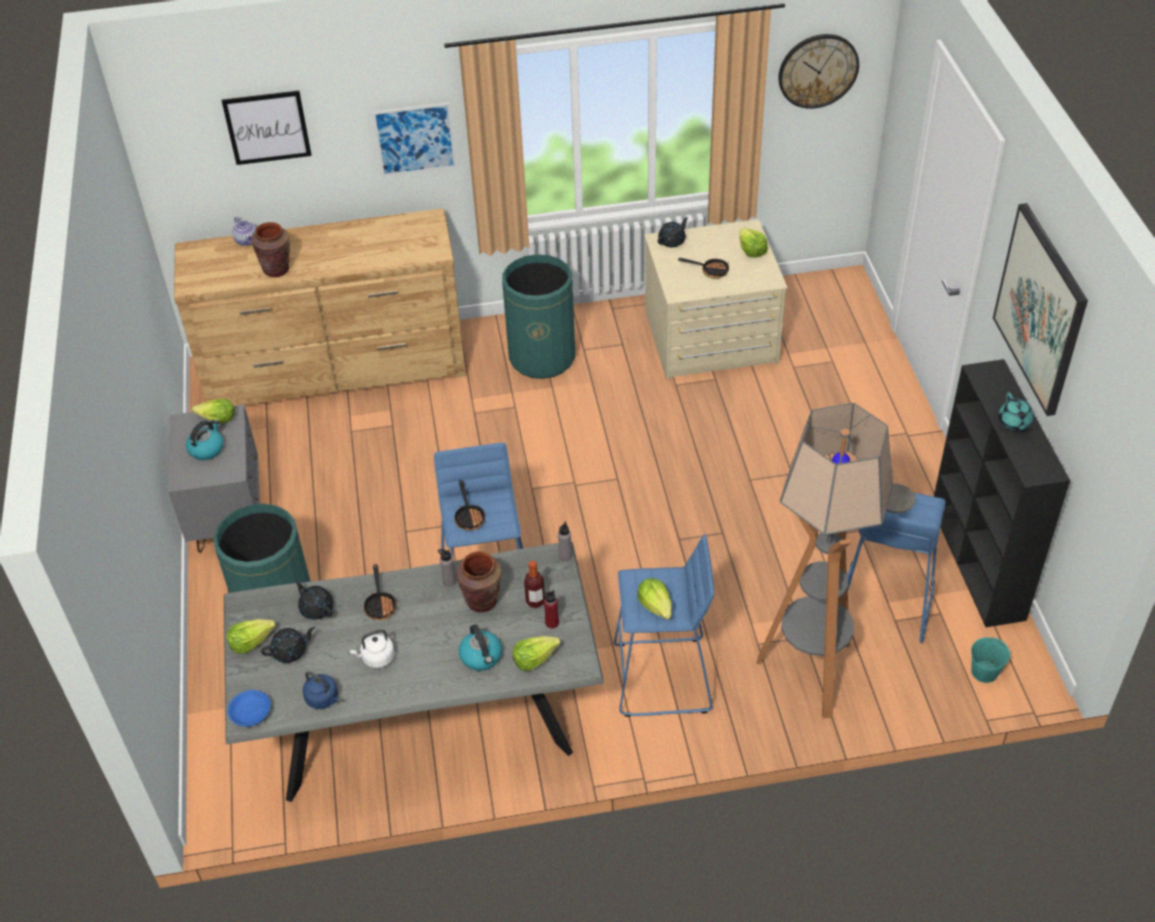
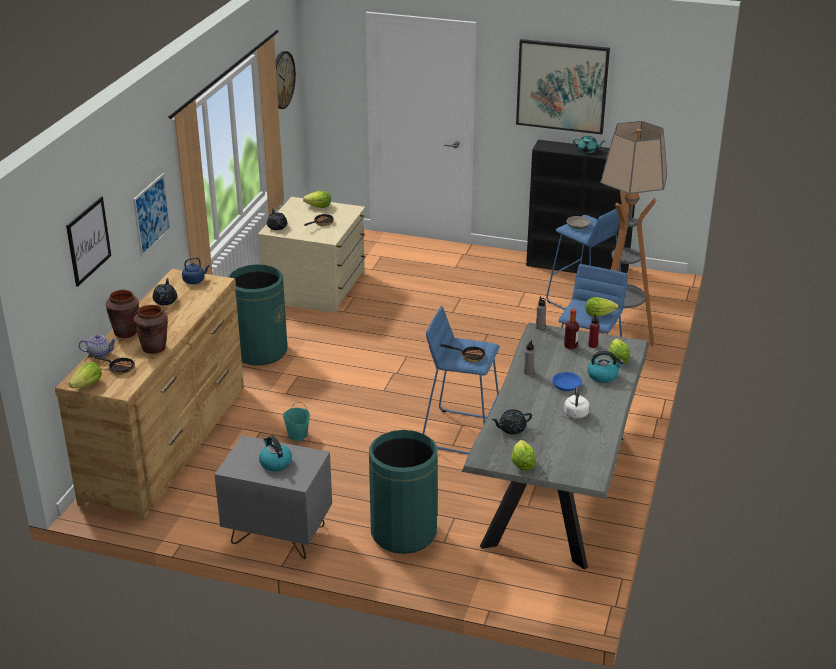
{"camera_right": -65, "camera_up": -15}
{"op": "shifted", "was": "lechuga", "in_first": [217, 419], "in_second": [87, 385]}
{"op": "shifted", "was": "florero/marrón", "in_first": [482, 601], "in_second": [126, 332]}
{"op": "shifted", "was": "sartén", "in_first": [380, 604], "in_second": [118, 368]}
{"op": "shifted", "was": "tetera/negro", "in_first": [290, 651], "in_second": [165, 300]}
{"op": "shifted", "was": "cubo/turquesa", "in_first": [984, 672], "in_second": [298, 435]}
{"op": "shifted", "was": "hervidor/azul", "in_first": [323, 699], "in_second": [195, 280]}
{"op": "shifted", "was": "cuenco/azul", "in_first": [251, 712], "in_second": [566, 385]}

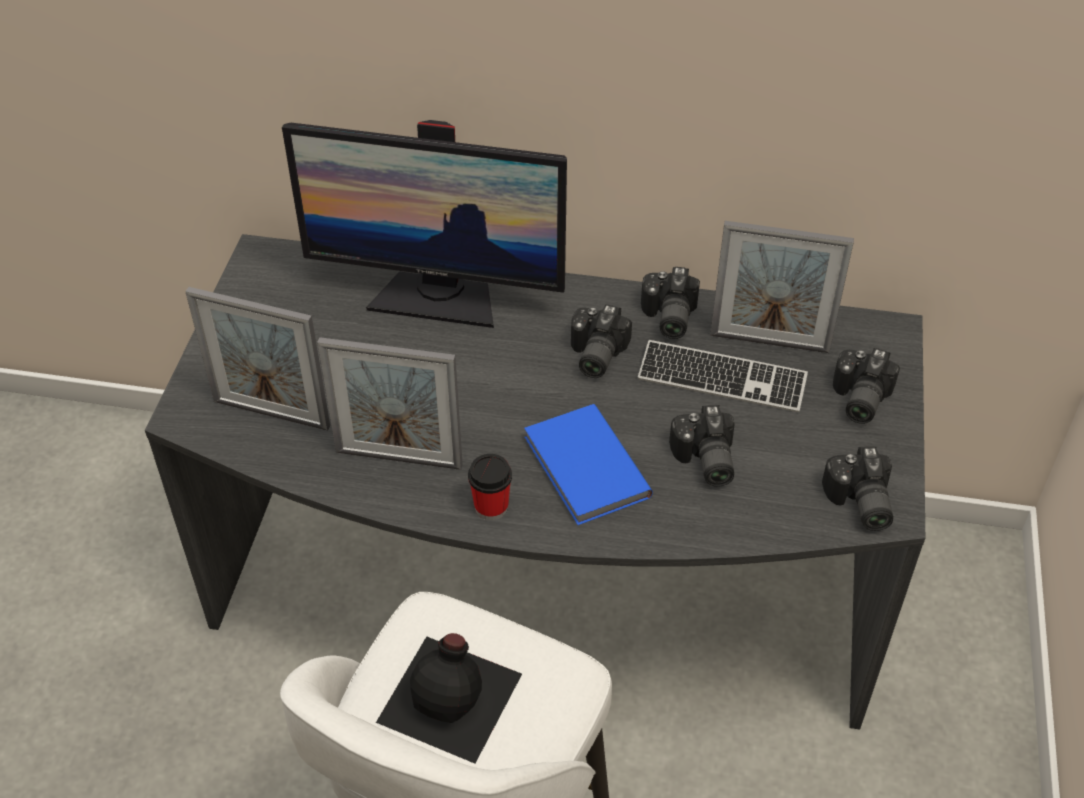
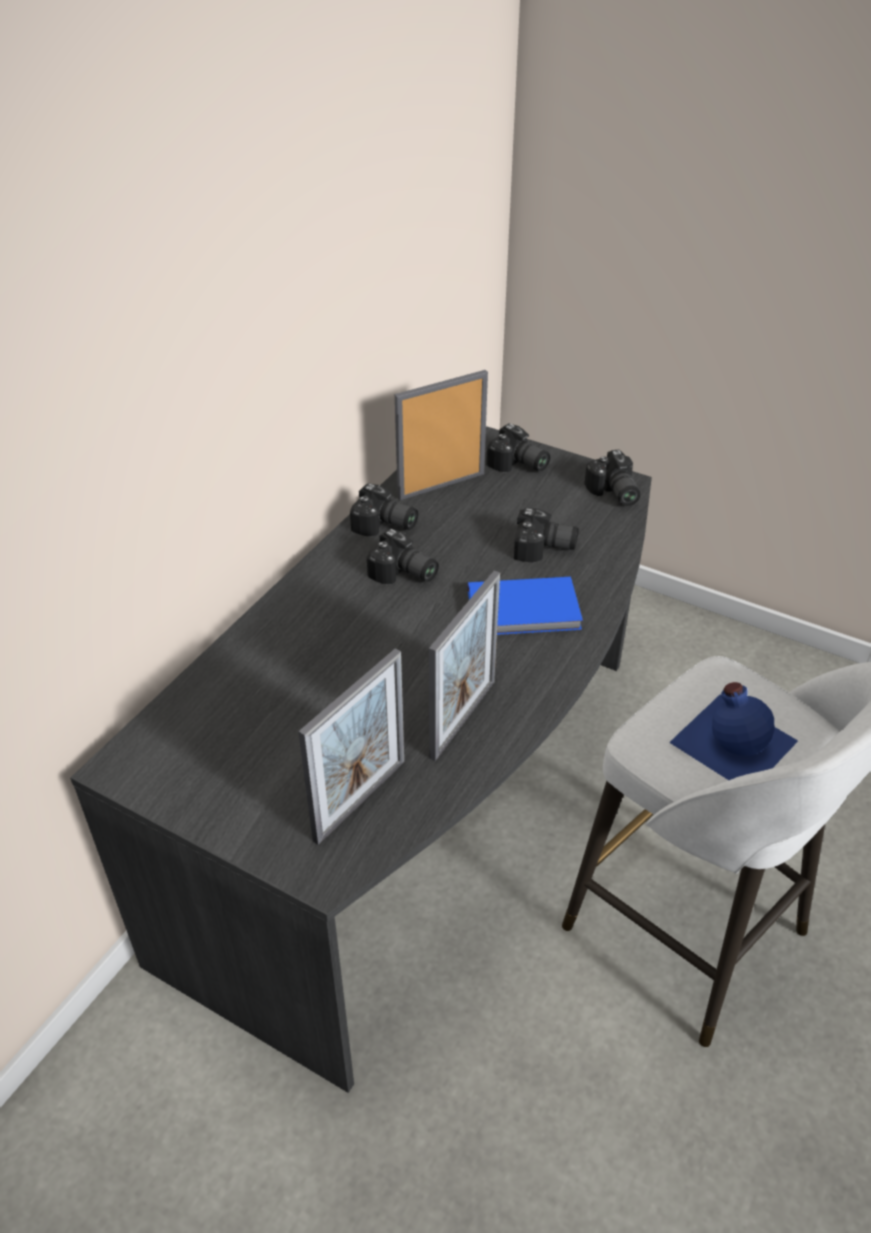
{"camera_right": -70, "camera_up": -5}
{"op": "gone", "was": "monitor", "in_first": [437, 296]}
{"op": "rotated", "was": "portarretratos", "in_first": [769, 342], "in_second": [441, 485], "clockwise": -150}
{"op": "gone", "was": "teclado", "in_first": [721, 379]}
{"op": "rotated", "was": "cámara", "in_first": [858, 503], "in_second": [613, 493], "clockwise": 60}
{"op": "gone", "was": "taza", "in_first": [491, 507]}
{"op": "repainted", "was": "botella/negro", "now": "botella/azul", "in_first": [452, 696], "in_second": [733, 739]}

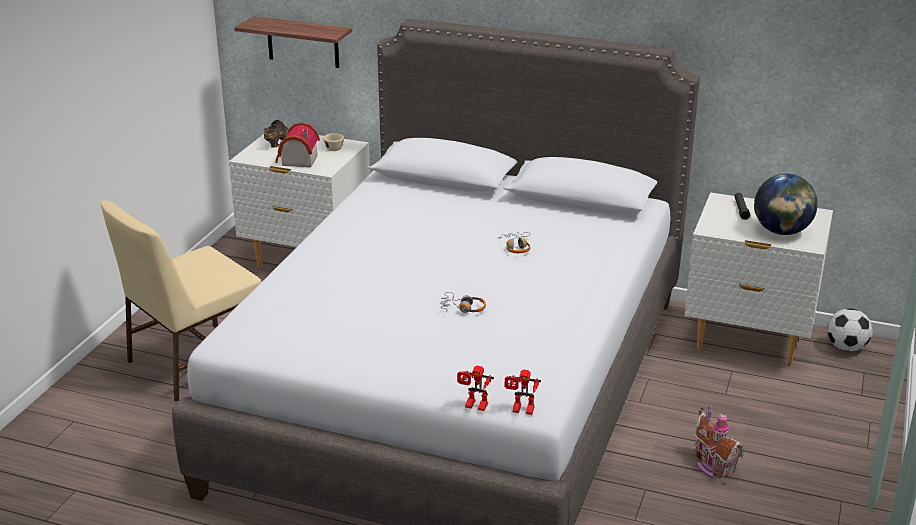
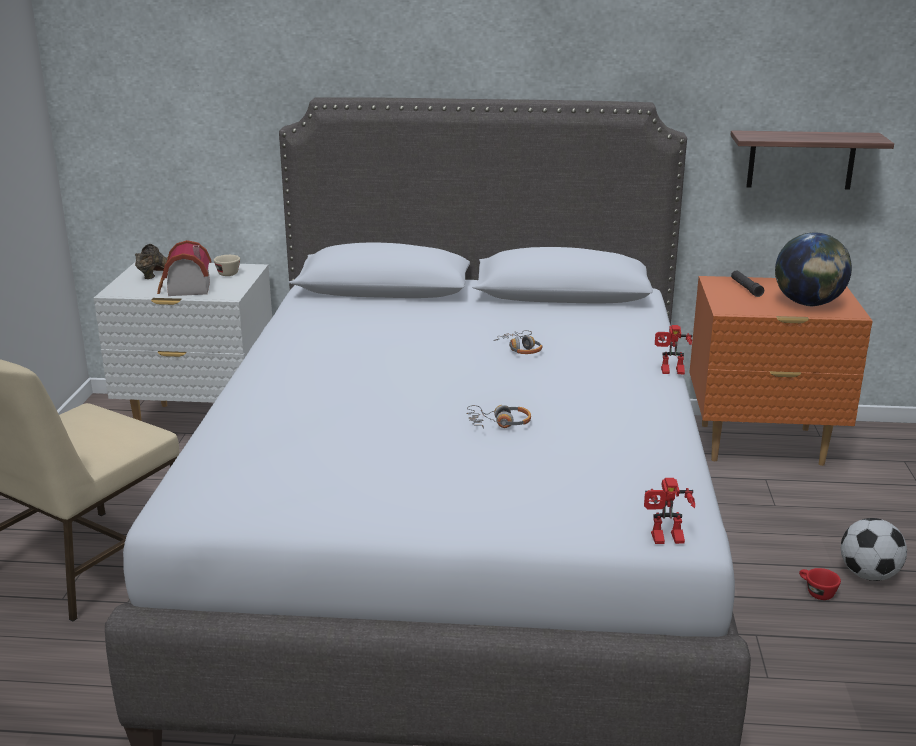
{"camera_right": -15, "camera_up": -5}
{"op": "shifted", "was": "estante", "in_first": [303, 42], "in_second": [801, 160]}
{"op": "repainted", "was": "mesita de noche/blanco", "now": "mesita de noche/naranja", "in_first": [748, 341], "in_second": [761, 445]}
{"op": "shifted", "was": "balón de fútbol", "in_first": [846, 347], "in_second": [868, 575]}
{"op": "shifted", "was": "robot de juguete", "in_first": [474, 406], "in_second": [671, 372]}
{"op": "swapped", "was": "casita", "now": "taza/rojo", "in_first": [712, 466], "in_second": [816, 592]}

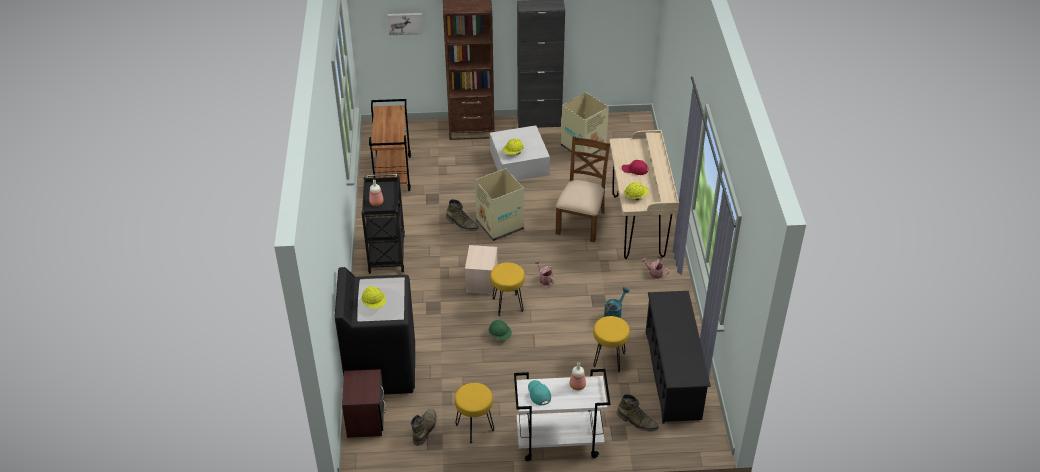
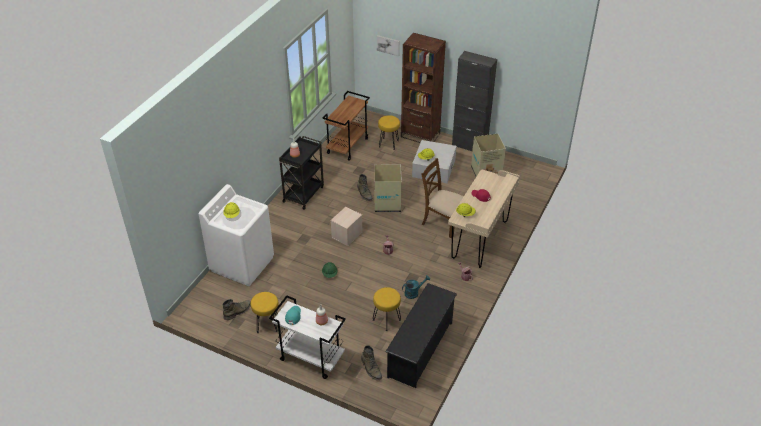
{"camera_right": 30, "camera_up": 0}
{"op": "rotated", "was": "silla/marrón", "in_first": [581, 222], "in_second": [443, 222], "clockwise": -105}
{"op": "shifted", "was": "taburete/amarillo", "in_first": [508, 304], "in_second": [389, 143]}
{"op": "repainted", "was": "lavadora/negro", "now": "lavadora/blanco", "in_first": [381, 369], "in_second": [242, 263]}
{"op": "gone", "was": "mesita de noche/marrón", "in_first": [365, 419]}

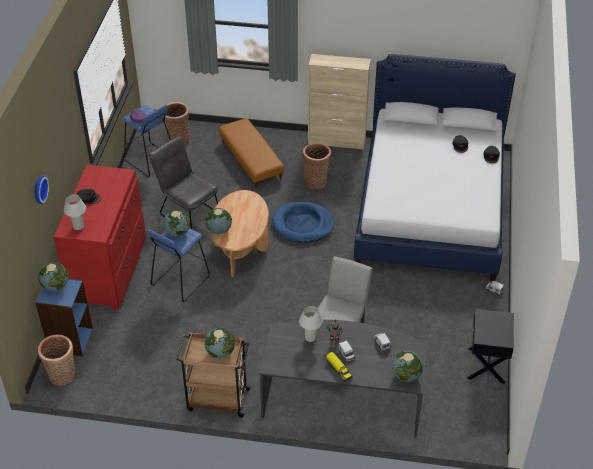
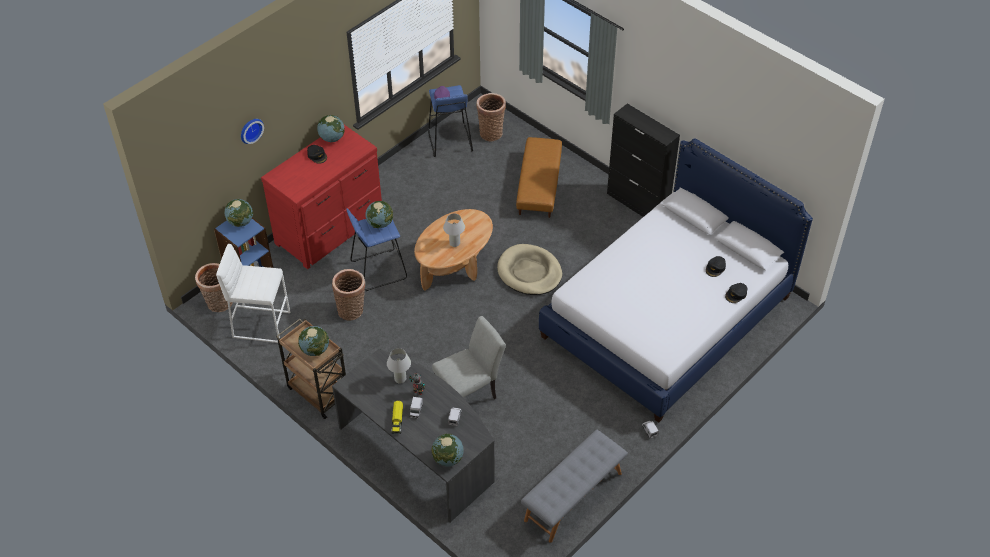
{"camera_right": 35, "camera_up": 5}
{"op": "repainted", "was": "armario/beis", "now": "armario/negro", "in_first": [337, 141], "in_second": [637, 204]}
{"op": "gone", "was": "silla/gris", "in_first": [187, 212]}
{"op": "shifted", "was": "cesta", "in_first": [316, 181], "in_second": [352, 310]}
{"op": "shifted", "was": "lámpara de mesa/blanco", "in_first": [78, 226], "in_second": [454, 243]}
{"op": "repainted", "was": "cama para perro/azul", "now": "cama para perro/beis", "in_first": [303, 224], "in_second": [529, 272]}
{"op": "shifted", "was": "globo terráqueo", "in_first": [219, 230], "in_second": [332, 138]}
{"op": "swapped", "was": "mesita de noche/negro", "now": "banco/gris", "in_first": [487, 365], "in_second": [573, 497]}
{"op": "new", "now": "taburete/blanco", "in_second": [261, 324]}

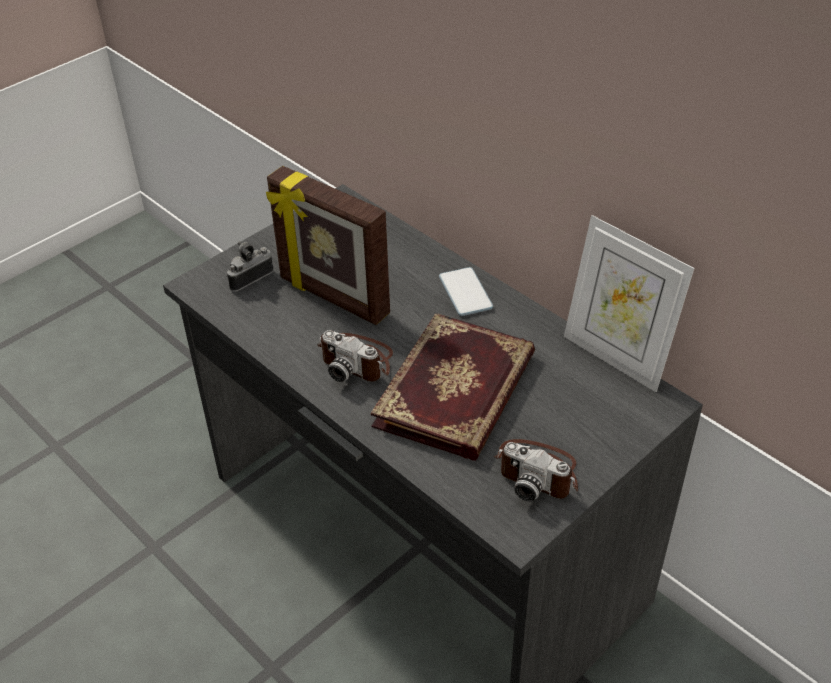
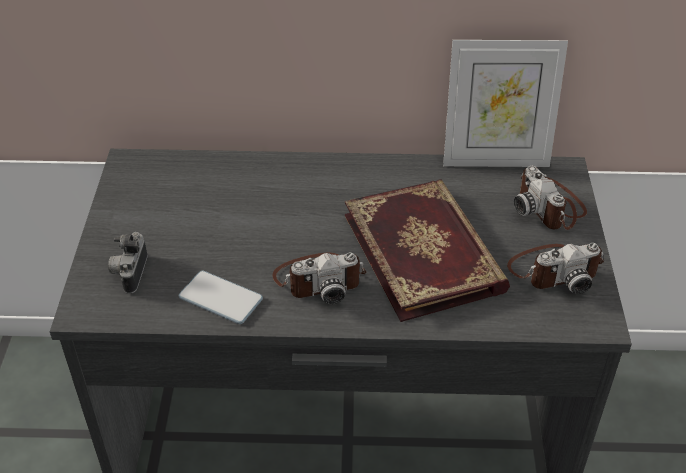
{"camera_right": -45, "camera_up": 0}
{"op": "gone", "was": "portarretratos", "in_first": [333, 297]}
{"op": "shifted", "was": "móvil", "in_first": [465, 293], "in_second": [220, 298]}
{"op": "new", "now": "cámara", "in_second": [550, 206]}

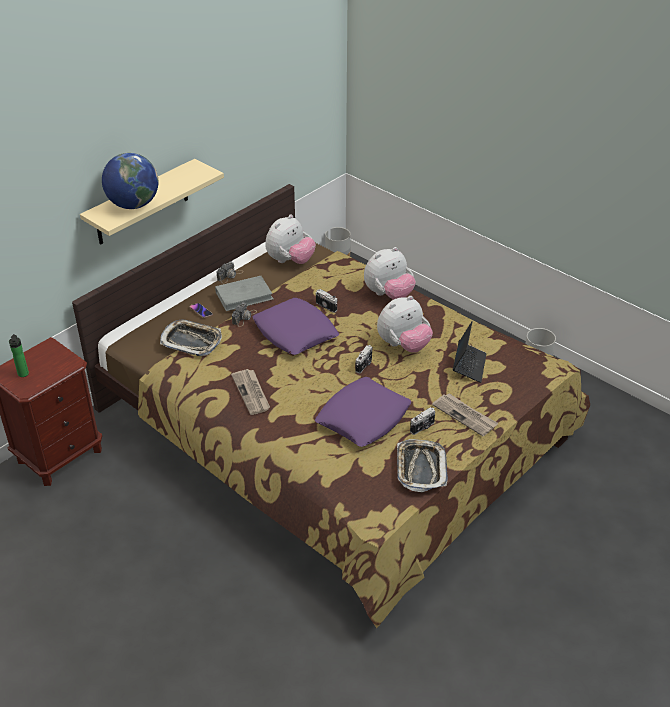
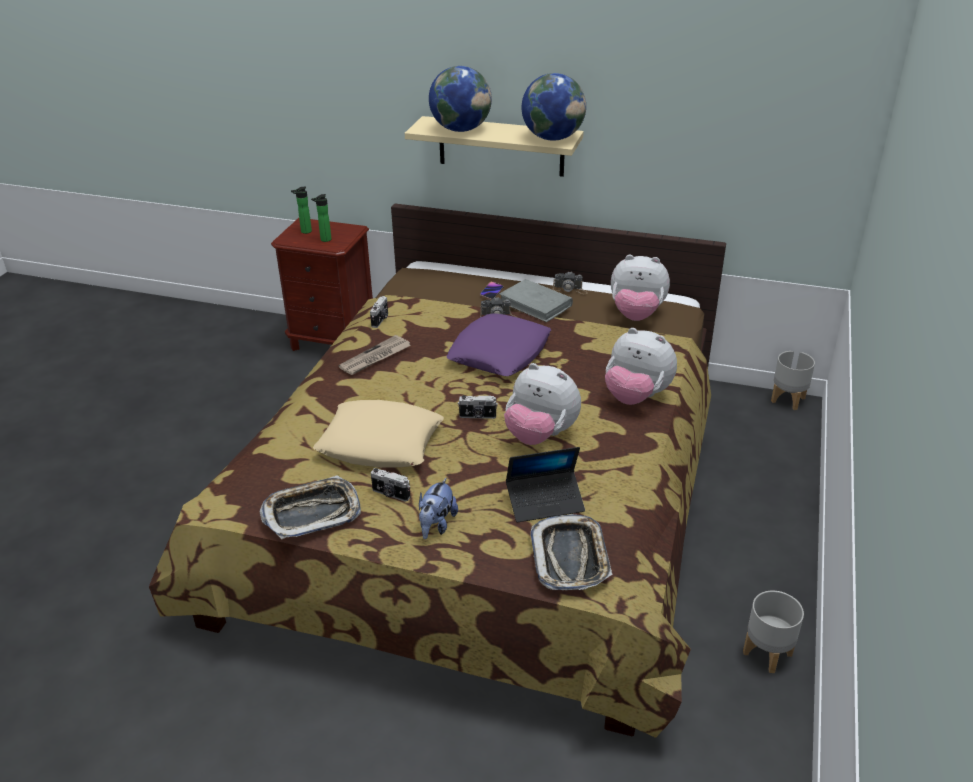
{"camera_right": 65, "camera_up": -5}
{"op": "shifted", "was": "cámara", "in_first": [327, 306], "in_second": [381, 320]}
{"op": "shifted", "was": "bandeja", "in_first": [191, 341], "in_second": [570, 557]}
{"op": "repainted", "was": "cojín/morado", "now": "cojín/beis", "in_first": [363, 417], "in_second": [380, 443]}
{"op": "swapped", "was": "periódico", "now": "peluche", "in_first": [465, 415], "in_second": [436, 525]}
{"op": "new", "now": "globo terráqueo", "in_second": [552, 138]}
{"op": "new", "now": "botella", "in_second": [324, 240]}

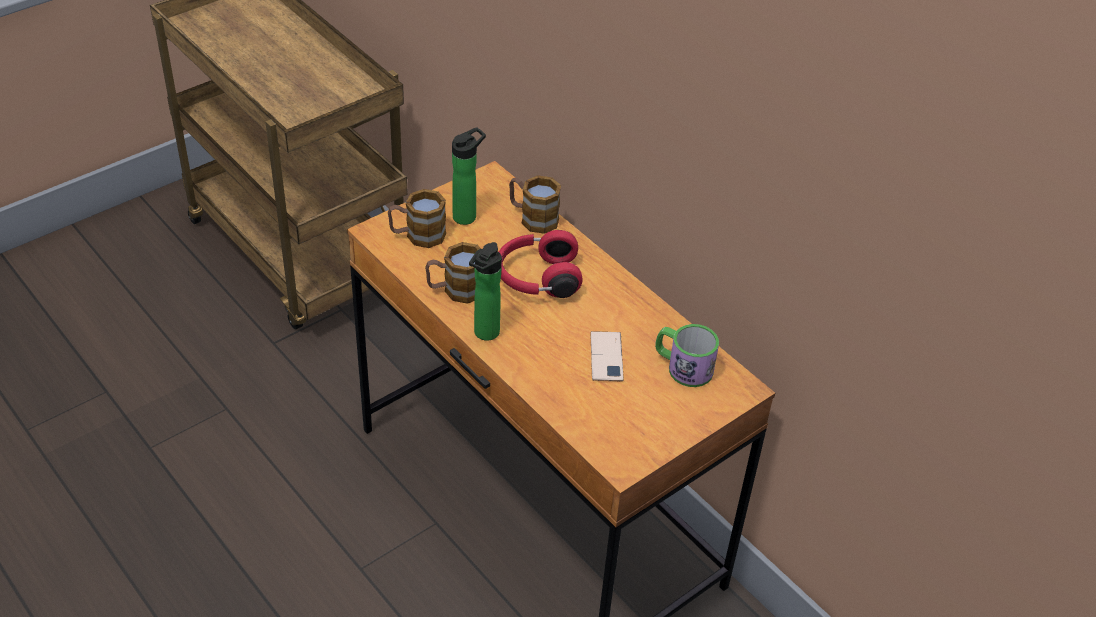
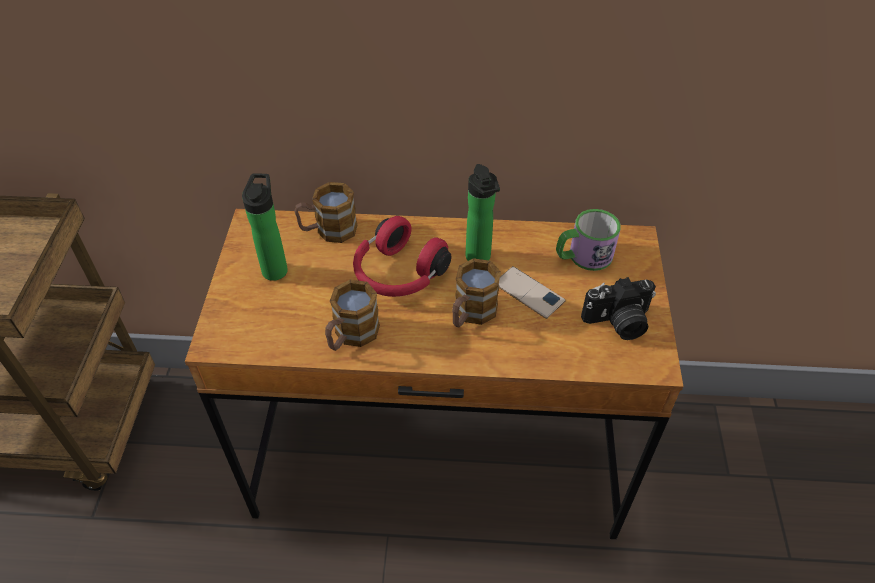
{"camera_right": -45, "camera_up": 5}
{"op": "shifted", "was": "taza grande", "in_first": [417, 235], "in_second": [471, 314]}
{"op": "shifted", "was": "botella", "in_first": [484, 334], "in_second": [479, 259]}
{"op": "new", "now": "cámara", "in_second": [618, 323]}

